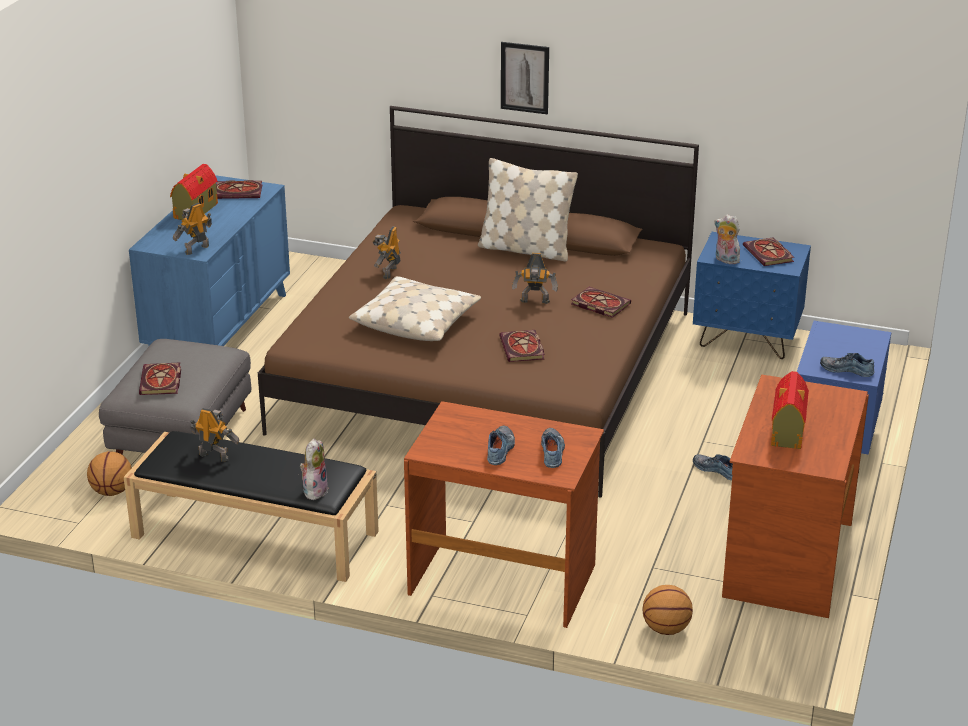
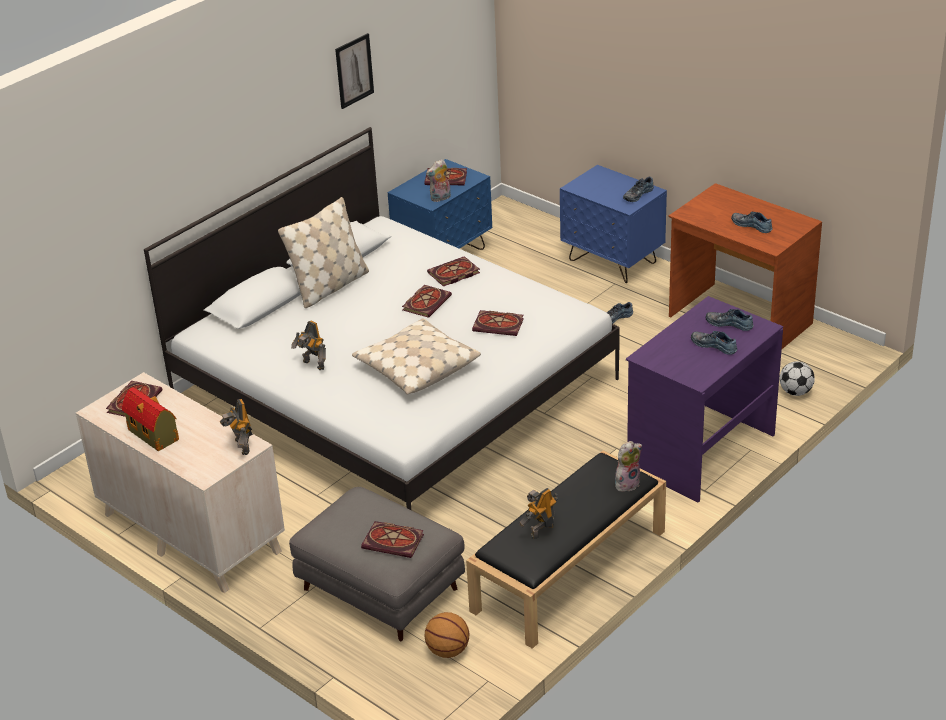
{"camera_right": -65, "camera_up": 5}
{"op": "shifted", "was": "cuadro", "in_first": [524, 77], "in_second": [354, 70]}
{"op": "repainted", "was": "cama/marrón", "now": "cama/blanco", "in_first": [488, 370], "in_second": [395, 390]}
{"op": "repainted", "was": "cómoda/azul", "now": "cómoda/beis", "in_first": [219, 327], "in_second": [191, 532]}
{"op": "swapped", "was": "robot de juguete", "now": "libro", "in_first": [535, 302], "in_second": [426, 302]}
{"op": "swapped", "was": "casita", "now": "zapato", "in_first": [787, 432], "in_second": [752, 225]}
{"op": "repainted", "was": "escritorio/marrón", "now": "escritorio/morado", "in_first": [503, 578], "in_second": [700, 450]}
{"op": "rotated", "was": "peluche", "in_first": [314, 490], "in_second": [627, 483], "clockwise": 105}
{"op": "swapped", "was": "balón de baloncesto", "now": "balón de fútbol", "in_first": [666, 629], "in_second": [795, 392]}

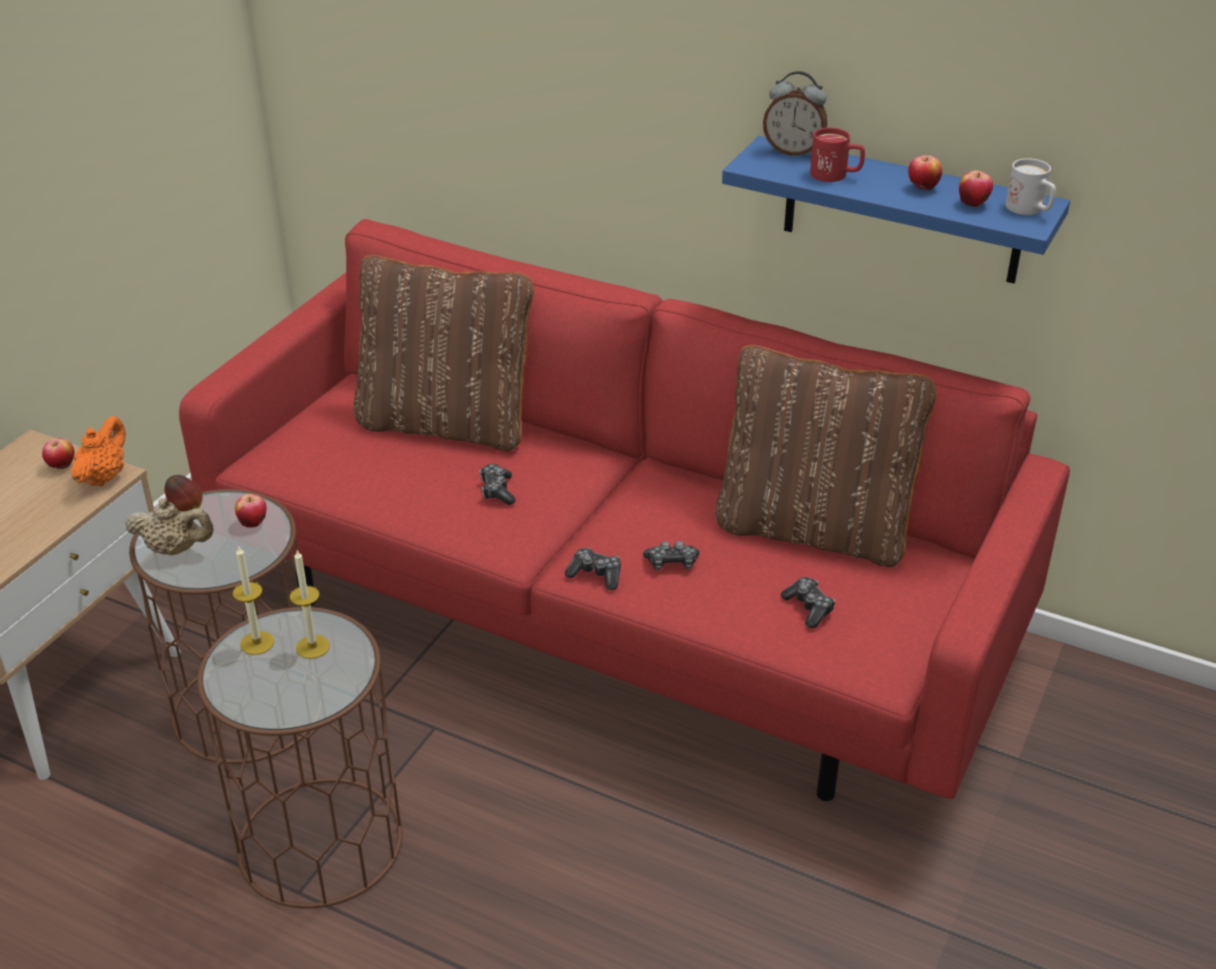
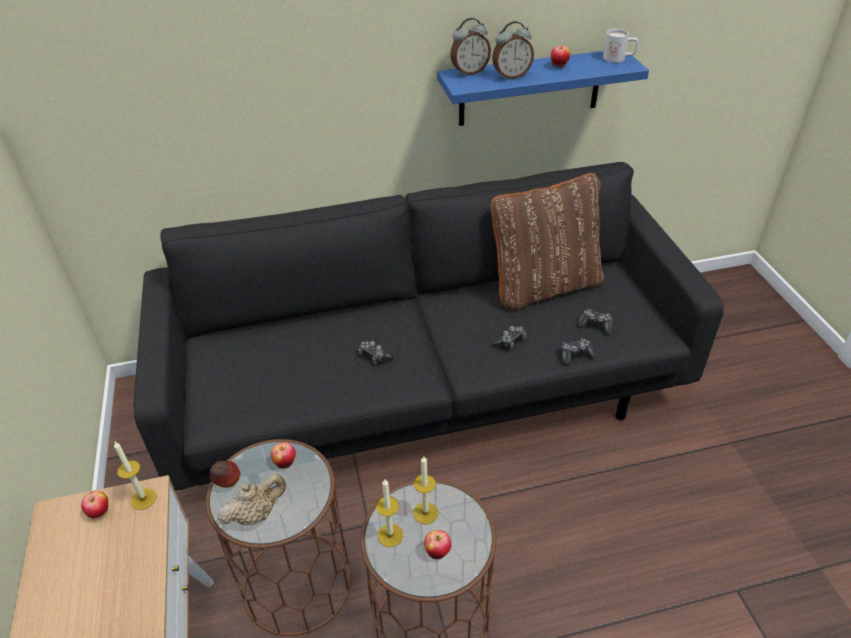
{"camera_right": -40, "camera_up": 5}
{"op": "swapped", "was": "taza grande/rojo", "now": "despertador", "in_first": [836, 175], "in_second": [511, 76]}
{"op": "shifted", "was": "manzana", "in_first": [973, 204], "in_second": [437, 551]}
{"op": "repainted", "was": "sofá/rojo", "now": "sofá/negro", "in_first": [608, 614], "in_second": [427, 394]}
{"op": "gone", "was": "cojín/marrón", "in_first": [447, 423]}
{"op": "swapped", "was": "tetera/naranja", "now": "vela", "in_first": [104, 477], "in_second": [143, 499]}
{"op": "shifted", "was": "mando de consola", "in_first": [596, 575], "in_second": [575, 355]}

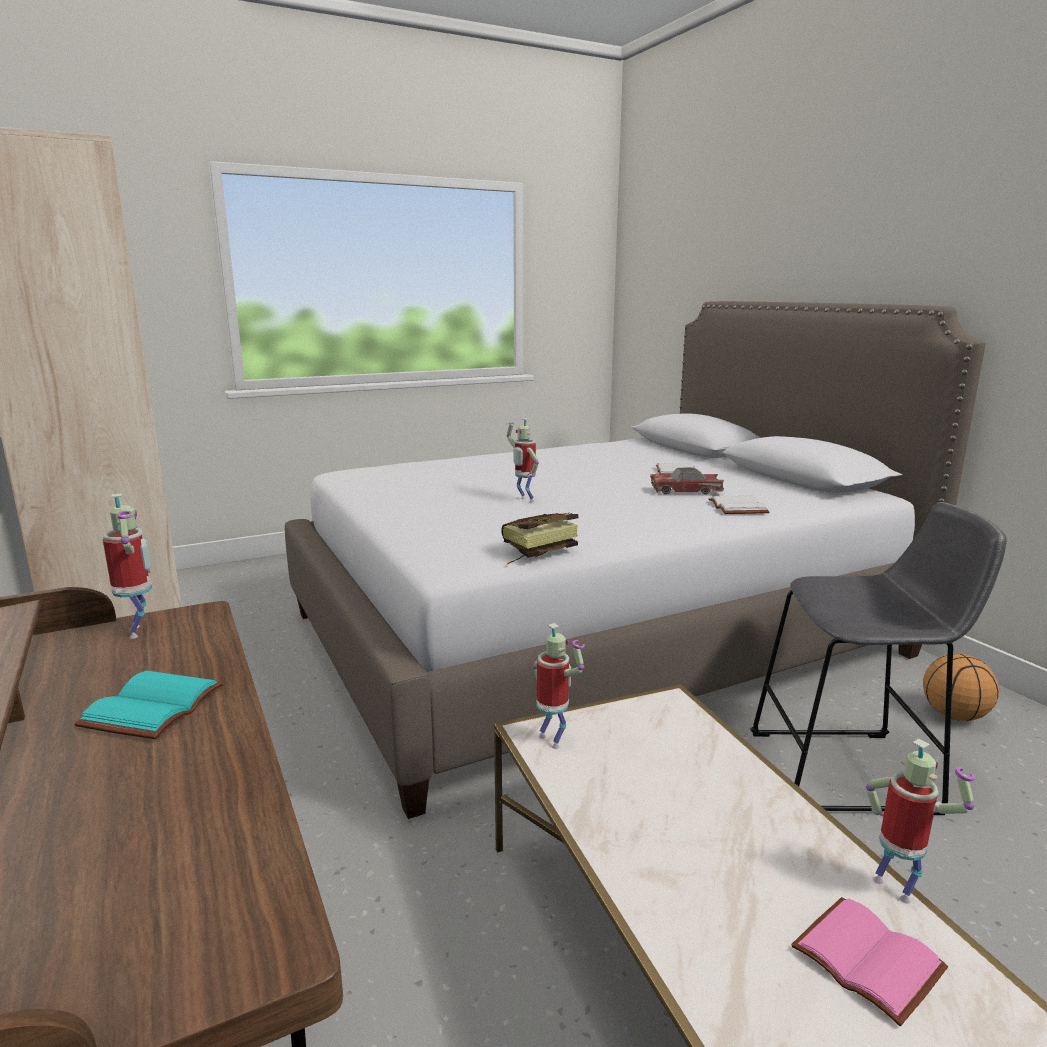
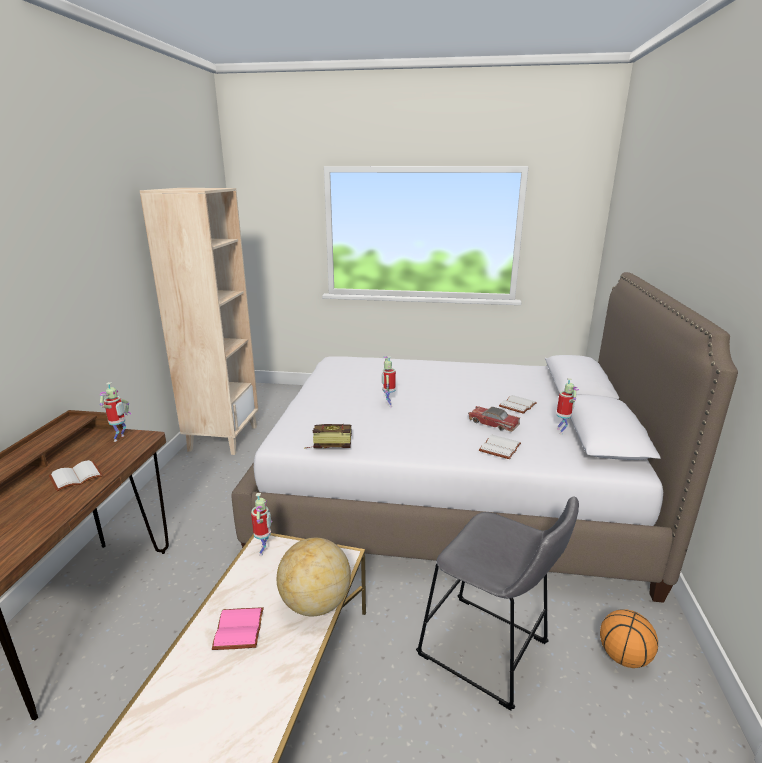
{"camera_right": 35, "camera_up": 5}
{"op": "repainted", "was": "libro/turquesa", "now": "libro/blanco", "in_first": [155, 709], "in_second": [75, 478]}
{"op": "shifted", "was": "robot de juguete", "in_first": [896, 888], "in_second": [561, 431]}
{"op": "shifted", "was": "libro/rosa", "in_first": [871, 959], "in_second": [240, 630]}
{"op": "new", "now": "globo terráqueo", "in_second": [315, 603]}

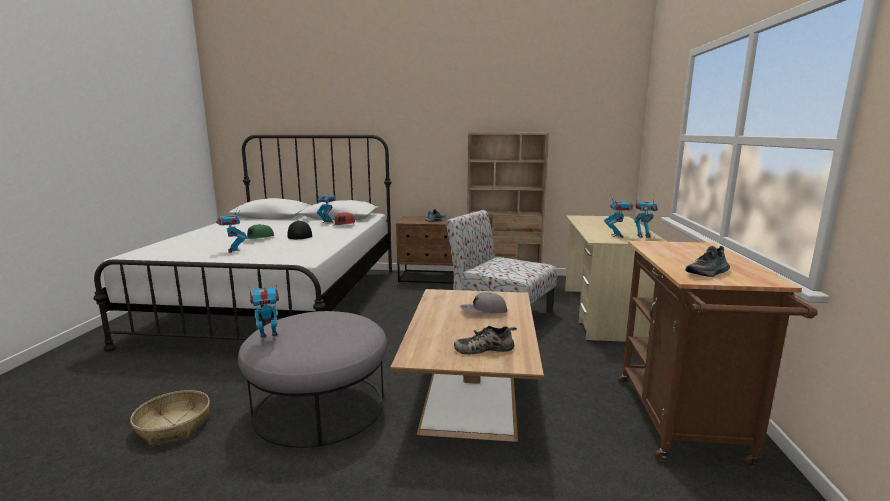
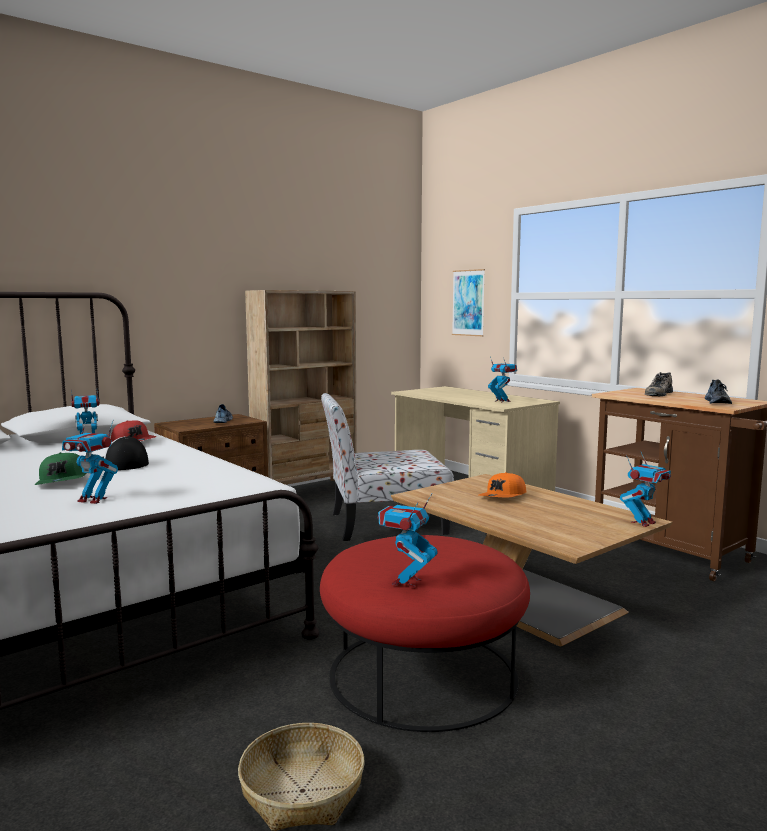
{"camera_right": -45, "camera_up": -5}
{"op": "shifted", "was": "robot de juguete", "in_first": [643, 236], "in_second": [643, 522]}
{"op": "repainted", "was": "gorra/gris", "now": "gorra/naranja", "in_first": [483, 311], "in_second": [503, 496]}
{"op": "repainted", "was": "puf/gris", "now": "puf/rojo", "in_first": [320, 406], "in_second": [422, 674]}
{"op": "shifted", "was": "zapato", "in_first": [484, 348], "in_second": [658, 393]}
{"op": "new", "now": "cuadro", "in_second": [468, 303]}

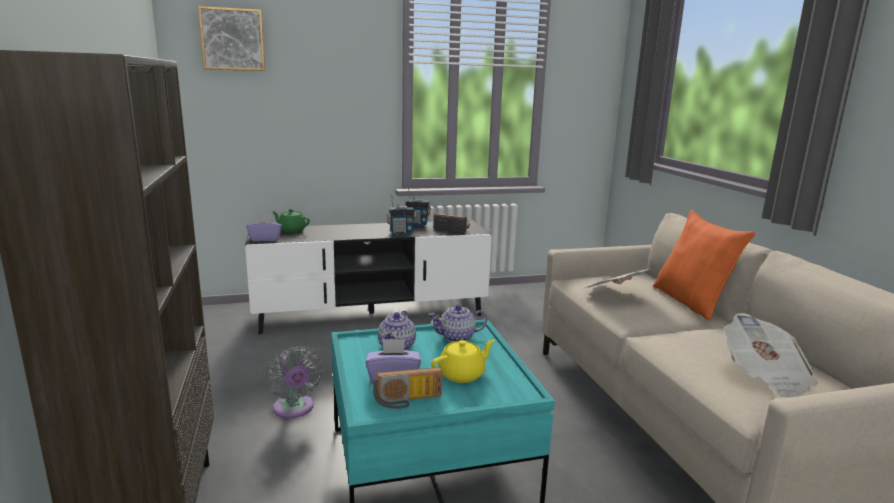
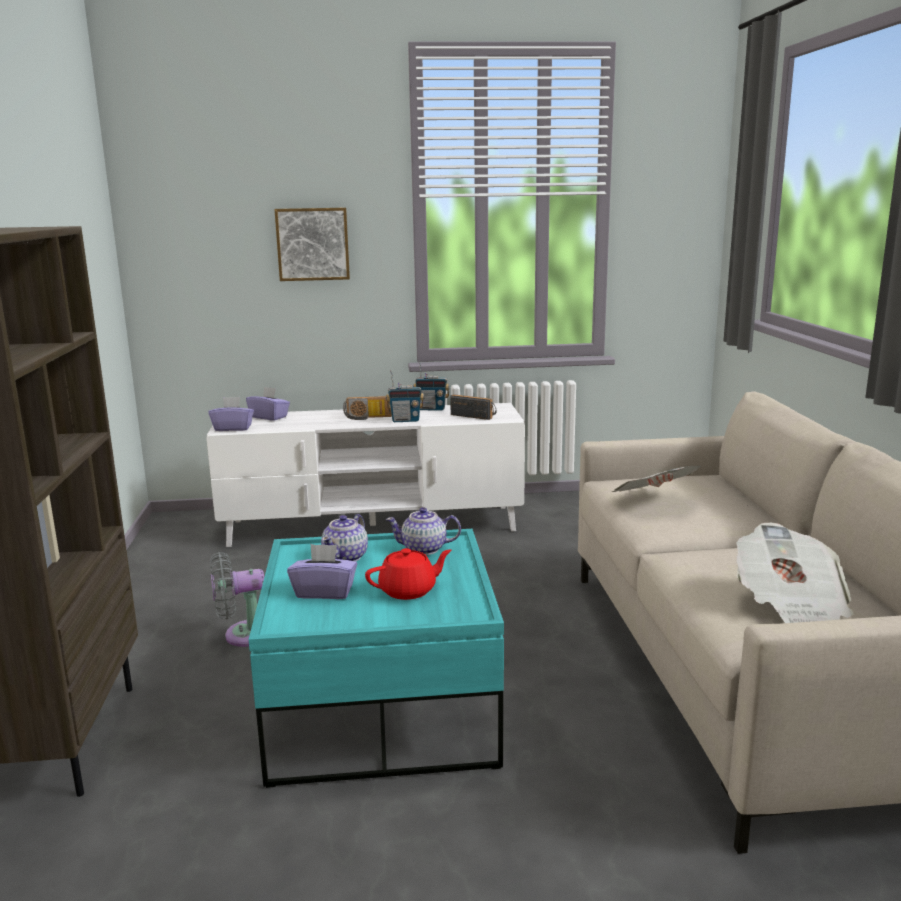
{"camera_right": 10, "camera_up": 0}
{"op": "shifted", "was": "cuadro", "in_first": [233, 39], "in_second": [313, 244]}
{"op": "swapped", "was": "tetera/verde", "now": "caja de pañuelos/morado", "in_first": [291, 230], "in_second": [269, 417]}
{"op": "gone", "was": "cojín/naranja", "in_first": [692, 302]}
{"op": "repainted", "was": "mueble de televisión/negro", "now": "mueble de televisión/blanco", "in_first": [371, 313], "in_second": [373, 525]}
{"op": "repainted", "was": "tetera/amarillo", "now": "tetera/rojo", "in_first": [462, 374], "in_second": [409, 591]}
{"op": "rotated", "was": "ventilador/gris", "in_first": [294, 409], "in_second": [244, 635], "clockwise": 90}
{"op": "shifted", "was": "radio", "in_first": [408, 401], "in_second": [367, 418]}

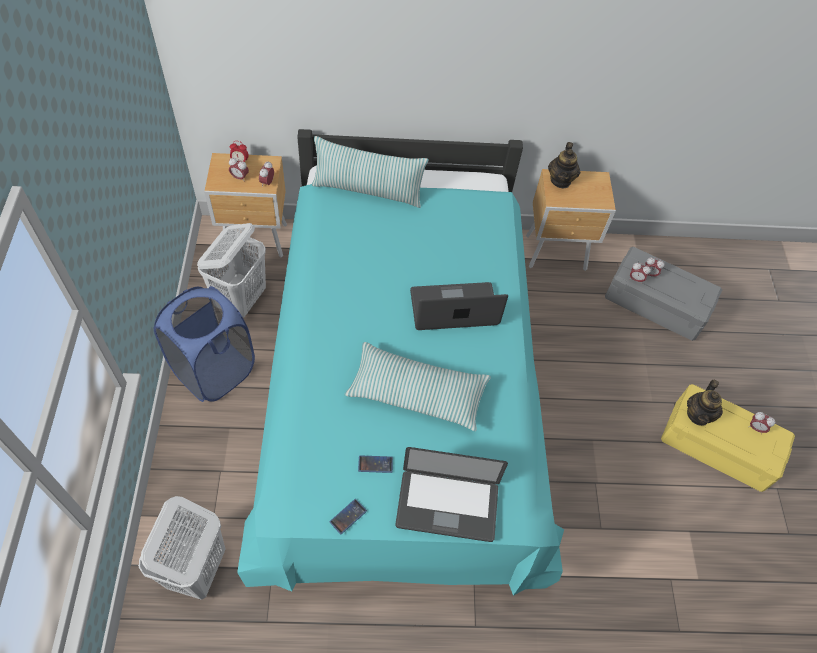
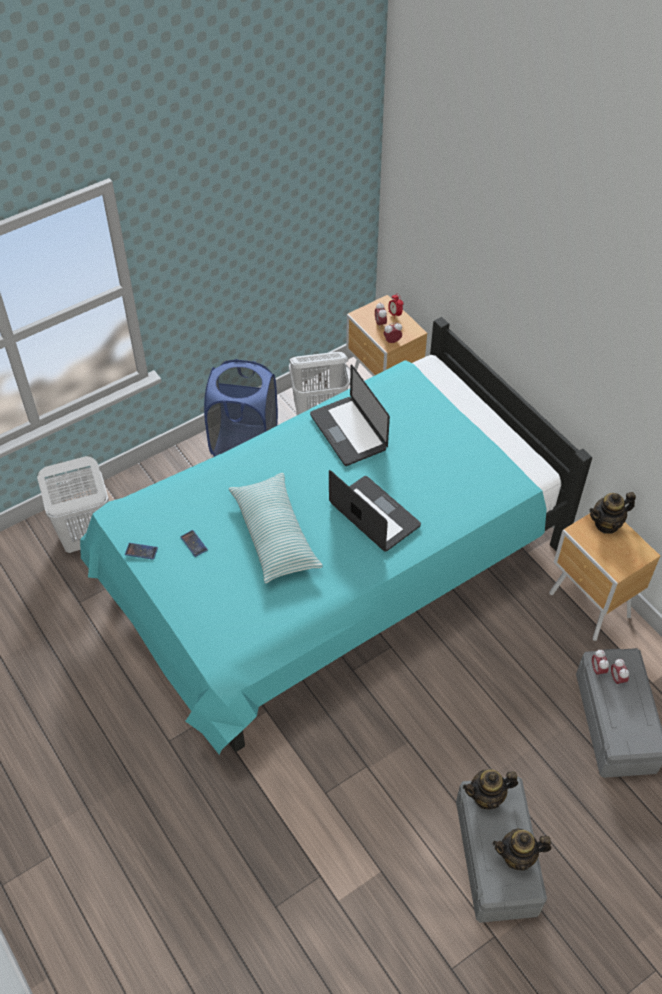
{"camera_right": 60, "camera_up": -5}
{"op": "gone", "was": "cojín", "in_first": [368, 190]}
{"op": "repainted", "was": "caja de almacenaje/amarillo", "now": "caja de almacenaje/gris", "in_first": [718, 445], "in_second": [497, 857]}
{"op": "swapped", "was": "despertador", "now": "tetera", "in_first": [755, 428], "in_second": [518, 857]}
{"op": "shifted", "was": "portátil", "in_first": [447, 506], "in_second": [348, 432]}

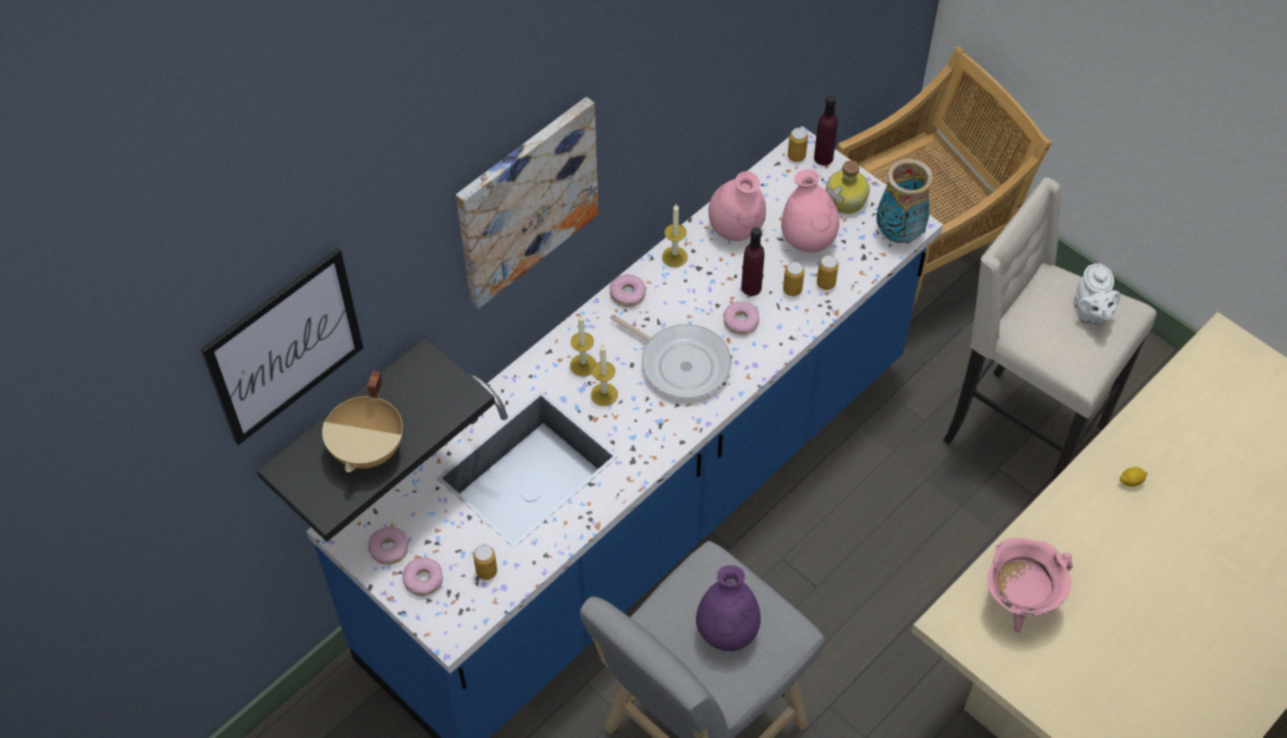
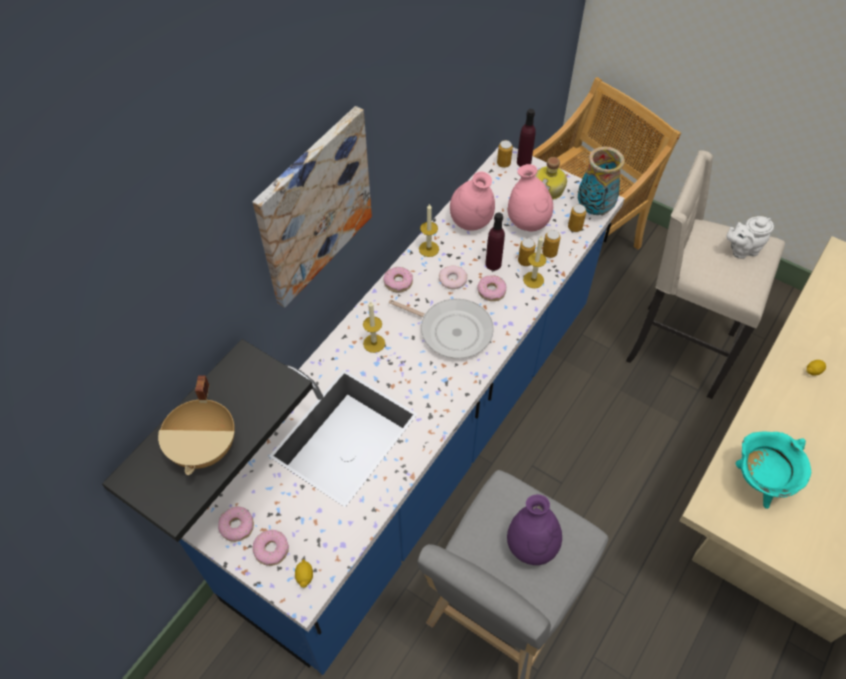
{"camera_right": -10, "camera_up": 0}
{"op": "gone", "was": "cuadro", "in_first": [285, 347]}
{"op": "rotated", "was": "tetera/blanco", "in_first": [1090, 313], "in_second": [741, 250], "clockwise": 90}
{"op": "shifted", "was": "vela", "in_first": [604, 394], "in_second": [533, 280]}
{"op": "repainted", "was": "olla/rosa", "now": "olla/turquesa", "in_first": [1019, 601], "in_second": [759, 482]}
{"op": "shifted", "was": "lata", "in_first": [486, 571], "in_second": [575, 227]}
{"op": "new", "now": "rosquilla", "in_second": [452, 279]}
{"op": "new", "now": "limón", "in_second": [304, 576]}

